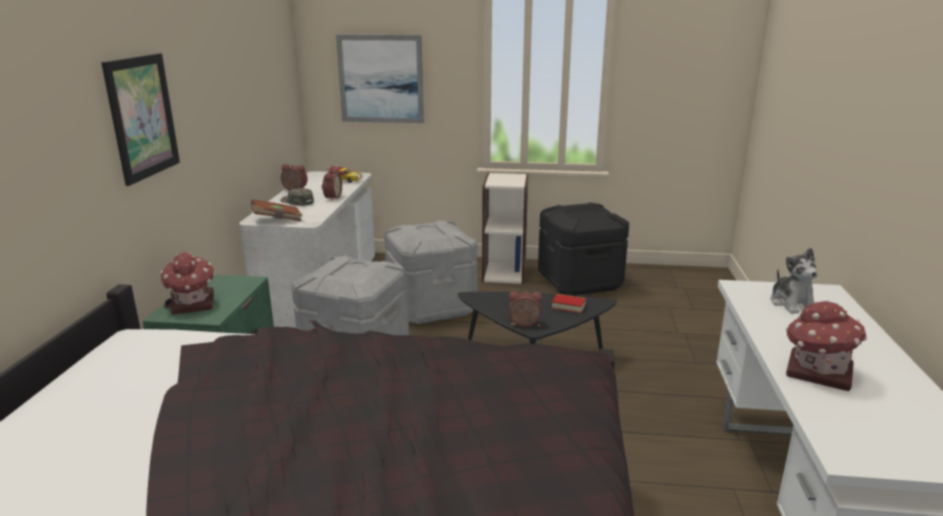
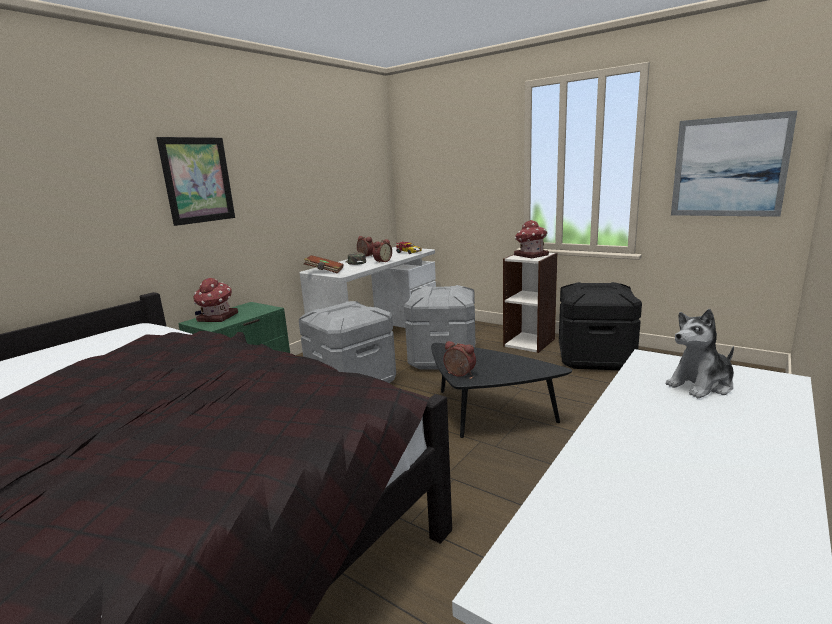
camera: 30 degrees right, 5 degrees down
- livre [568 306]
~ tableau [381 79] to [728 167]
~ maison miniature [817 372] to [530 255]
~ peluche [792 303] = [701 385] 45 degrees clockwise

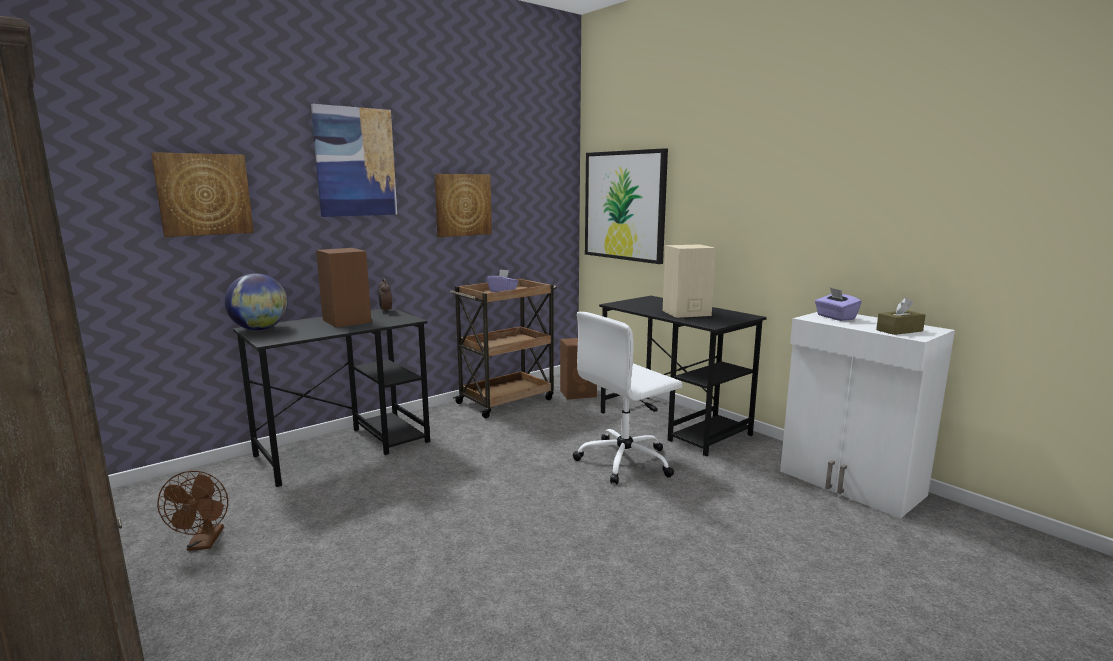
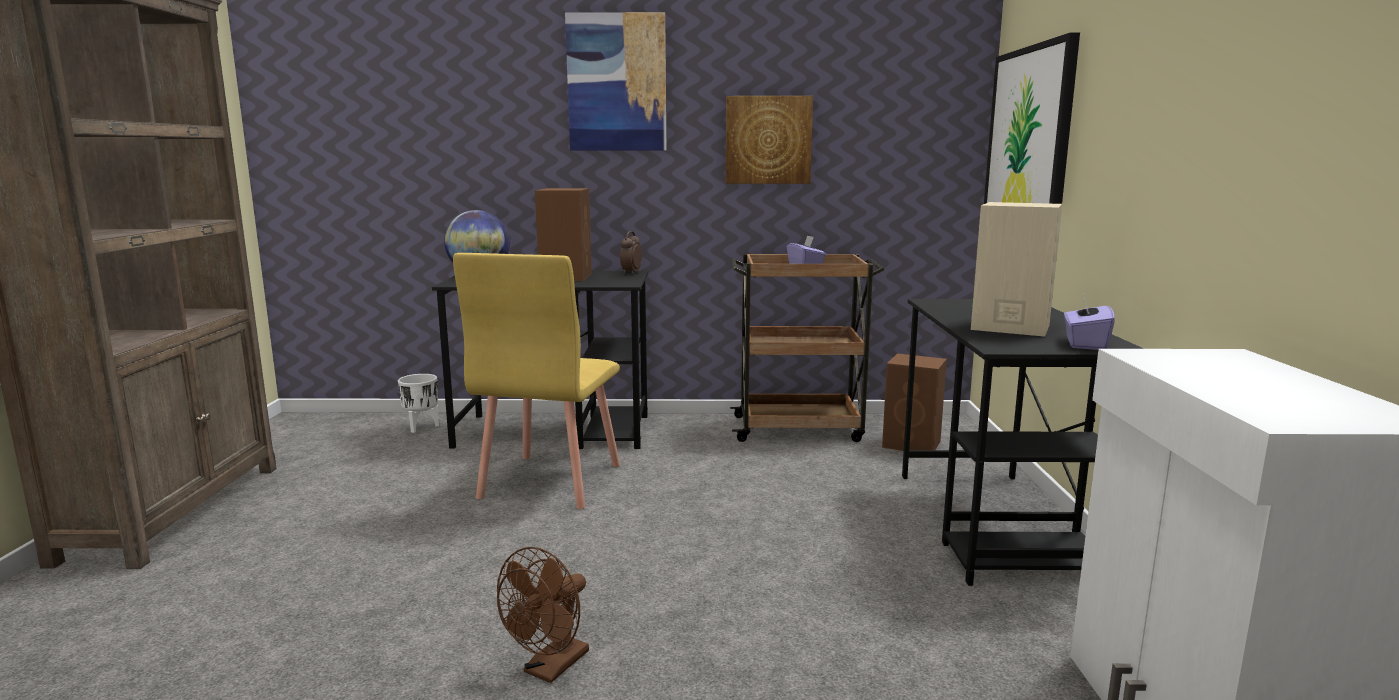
camera: 40 degrees right, 0 degrees up
- tableau [204 194]
- chaise de bureau (blanc) [626 461]
- boîte à mouchoirs (marron) [899 330]
+ cache-pot (blanc) [421 427]
+ chaise (jaune) [549 481]
~ ventilateur (marron) [204 543] to [550 668]
~ boîte à mouchoirs (violet) [835 317] to [1084 344]

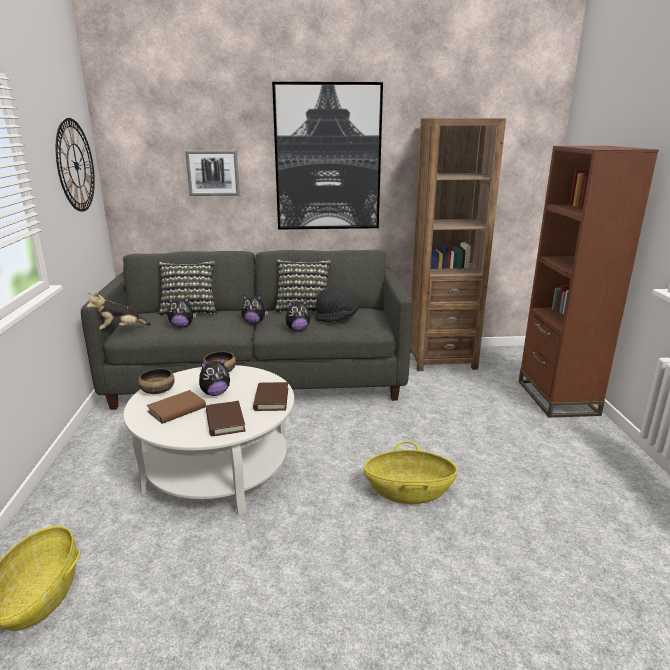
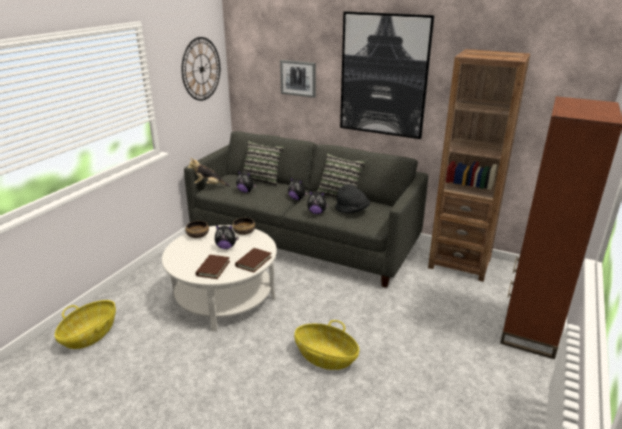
camera: 30 degrees right, 5 degrees up
- livre (marron) [177 409]

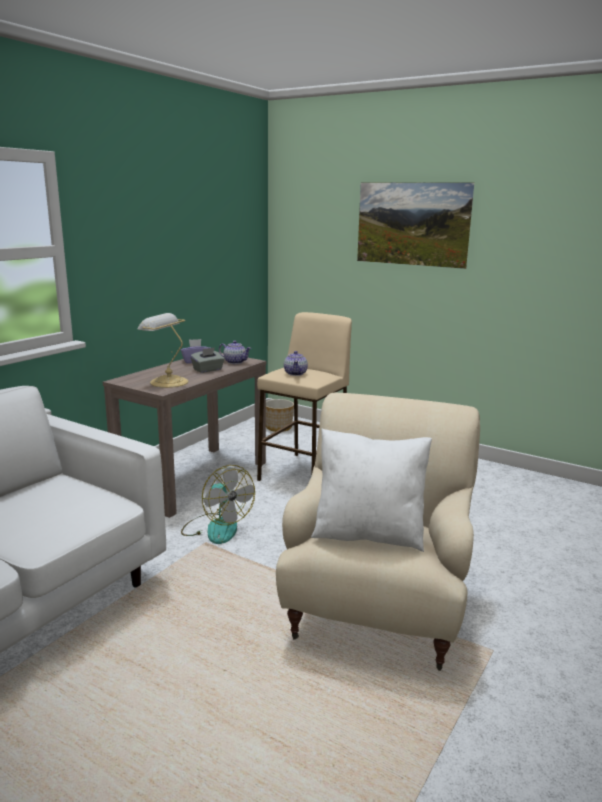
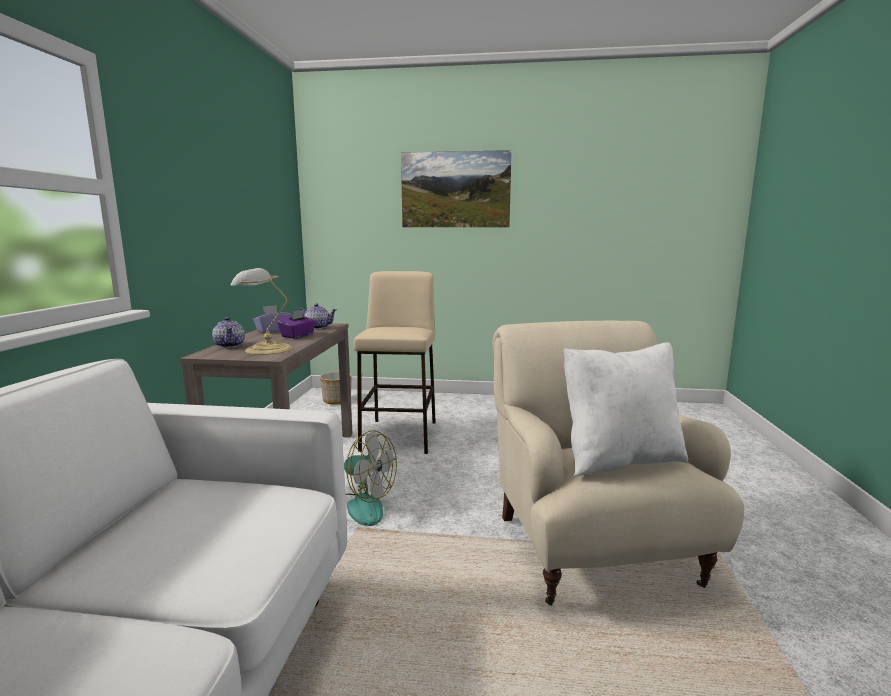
camera: 25 degrees left, 5 degrees down
~ théière [295 373] to [230 345]
~ boîte à mouchoirs (gris) [208 370] to boîte à mouchoirs (violet) [298 335]

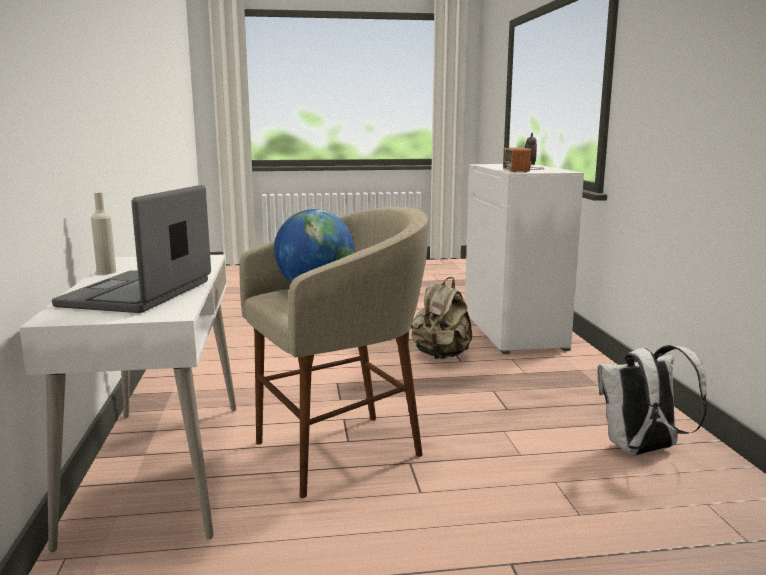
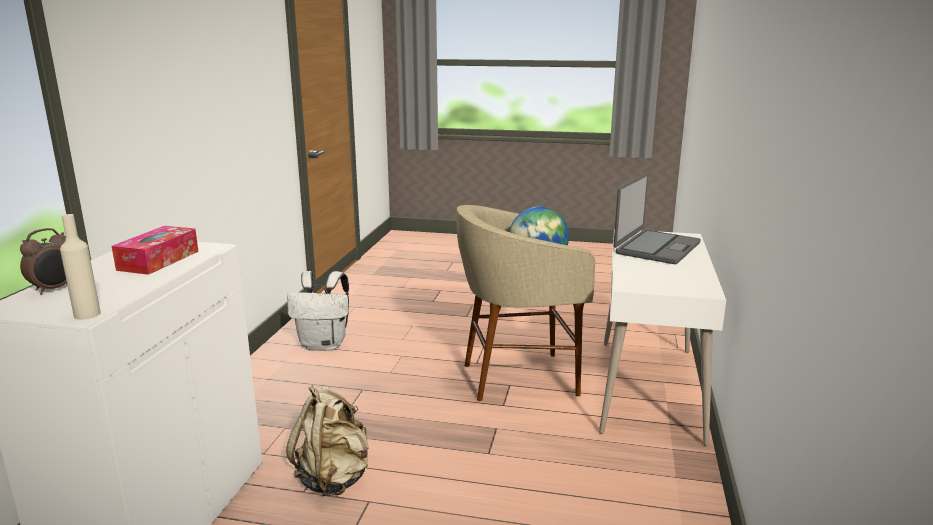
camera: 160 degrees left, 5 degrees up
~ bouteille (beige) [106 272] to [87 314]
~ radio [524 169] to boîte à mouchoirs [158 260]

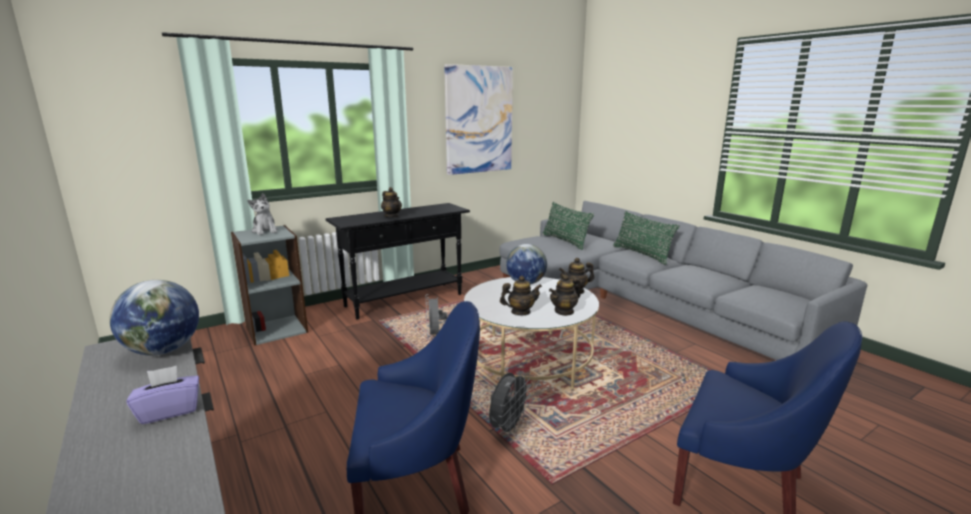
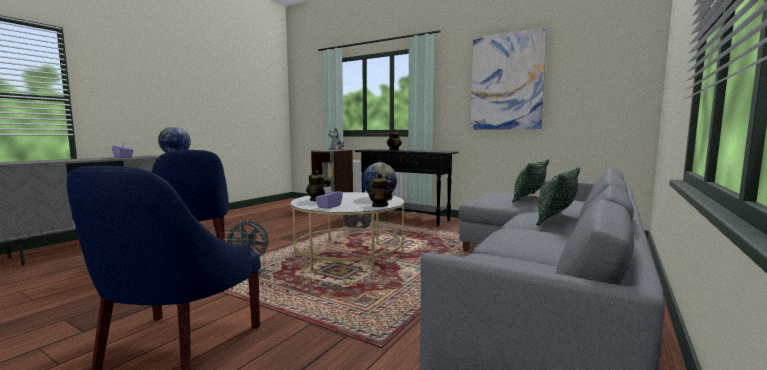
camera: 65 degrees right, 10 degrees down
~ théière [564 311] to boîte à mouchoirs (violet) [329 206]

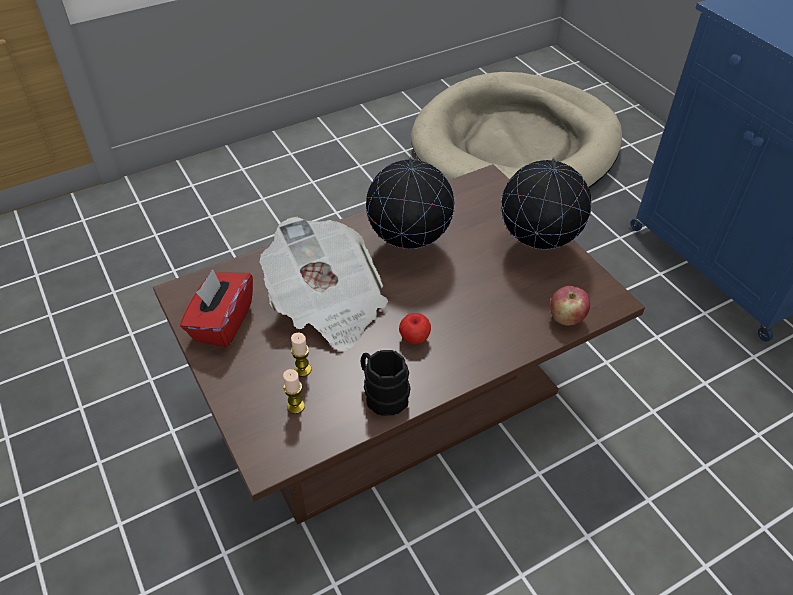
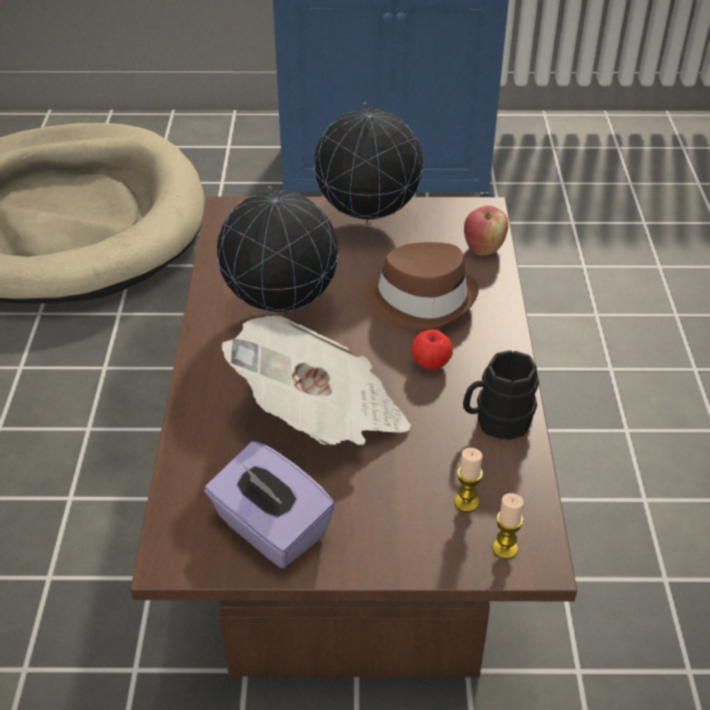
camera: 60 degrees left, 5 degrees down
+ chapeau (marron) [421 300]
~ bougie [302 370] to [505 549]
~ boîte à mouchoirs (rouge) [222 322] to boîte à mouchoirs (violet) [270 529]

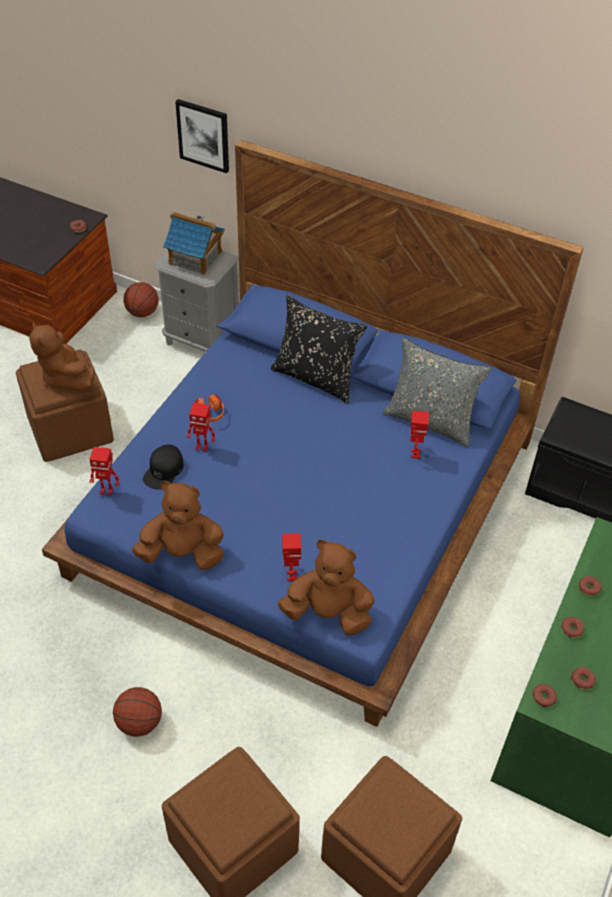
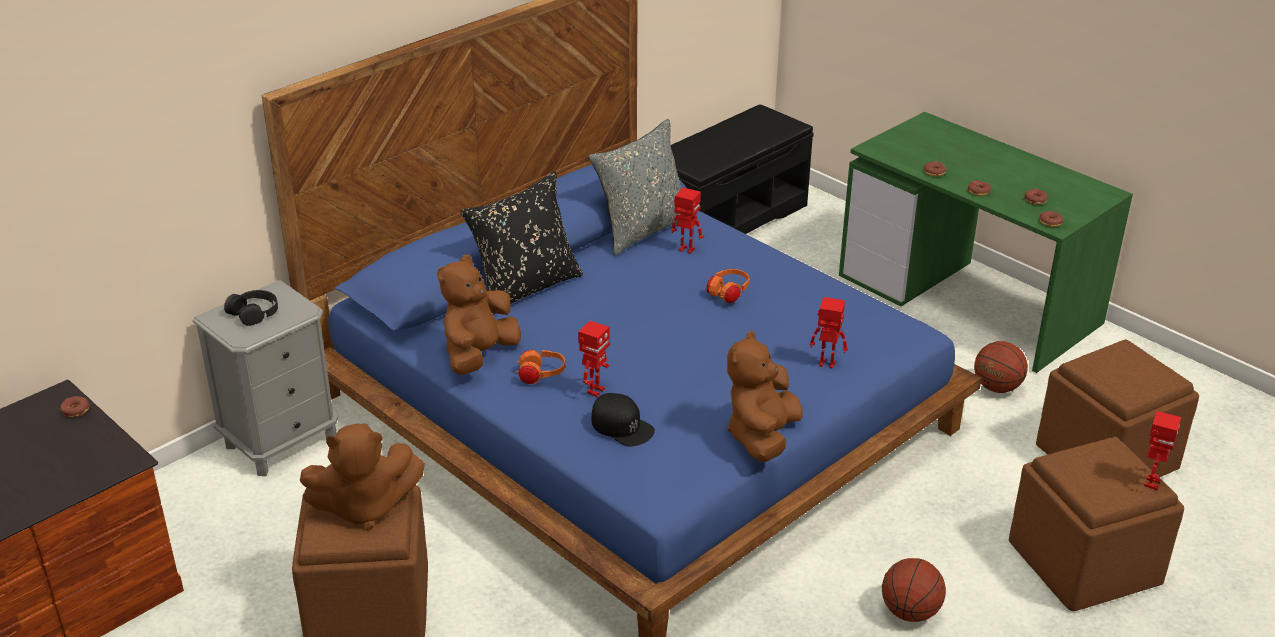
camera: 70 degrees left, 15 degrees down
- tableau [203 135]
+ casque audio (orange) [728 294]
~ robot jouet [107 491] to [1151 483]
~ ballon de basket [142 312] to [996 387]
~ peluche (marron) [328 613] to [479 356]
~ maison miniature [195 258] to casque audio (noir) [254 312]

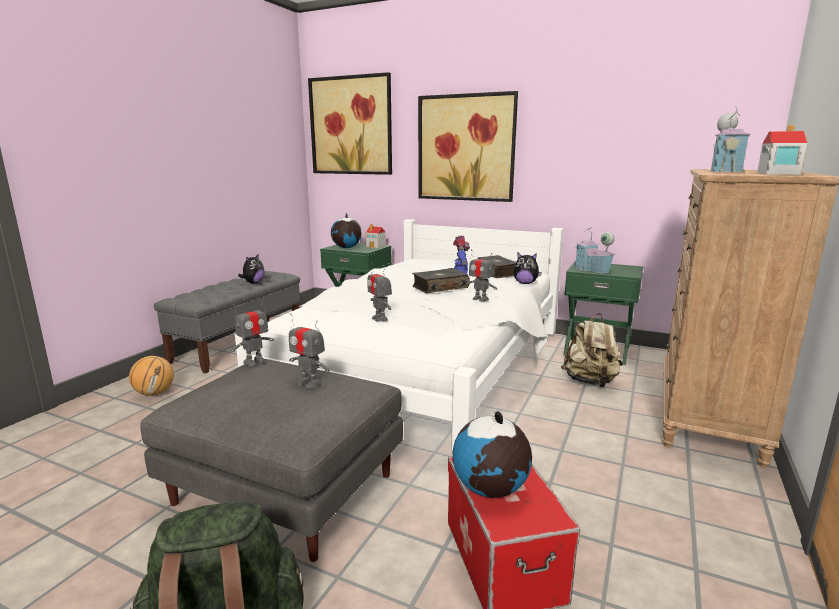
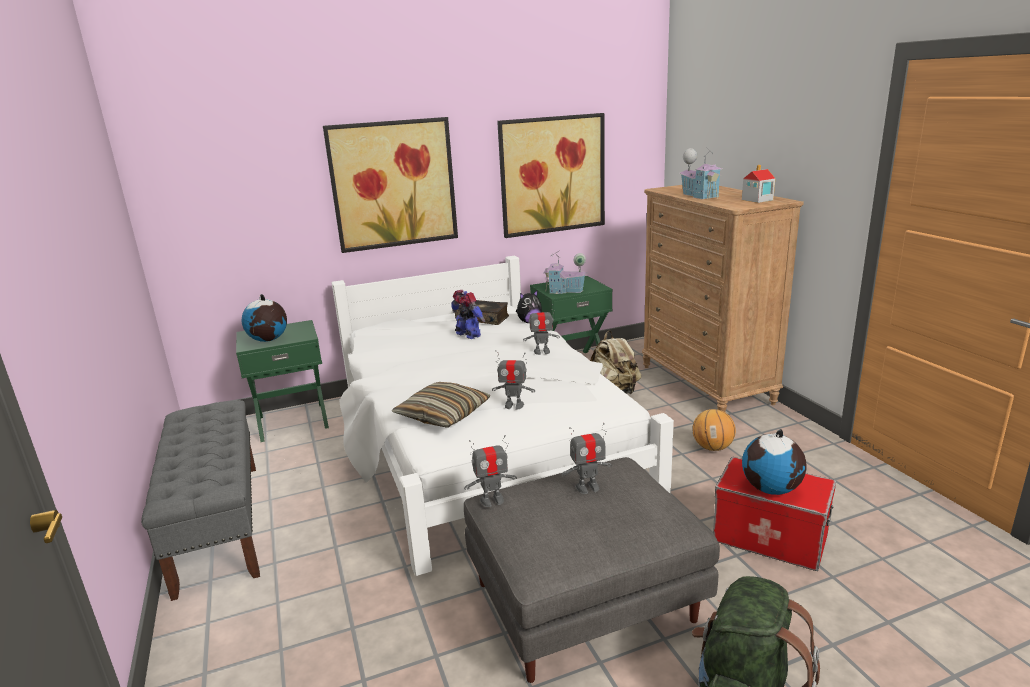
camera: 45 degrees left, 5 degrees up
- peluche [253 283]
- maison miniature [376 246]
- livre [439 287]
+ coussin [443 414]
~ ballon de basket [155 393] to [712 447]
~ tableau [351 126] to [552 175]
~ robot jouet [254 361] = [492 500] 75 degrees clockwise

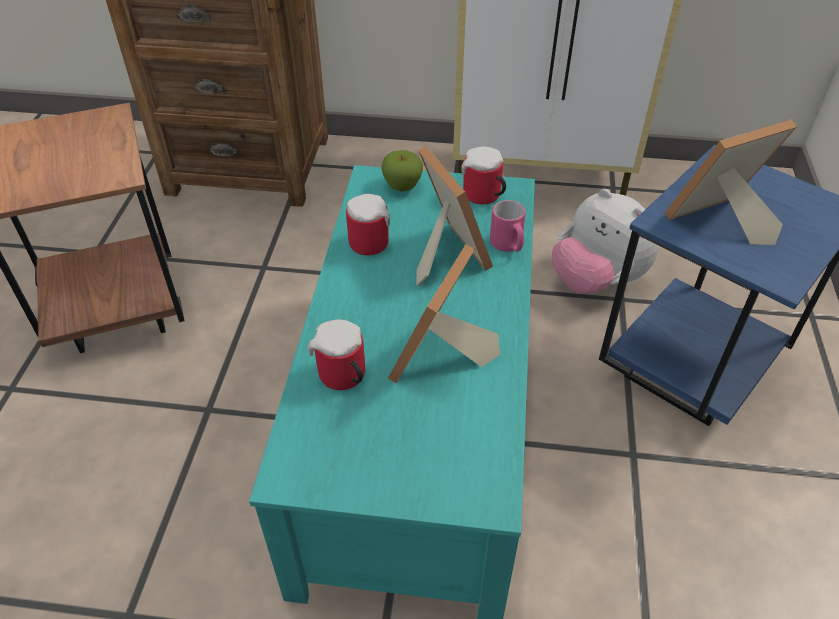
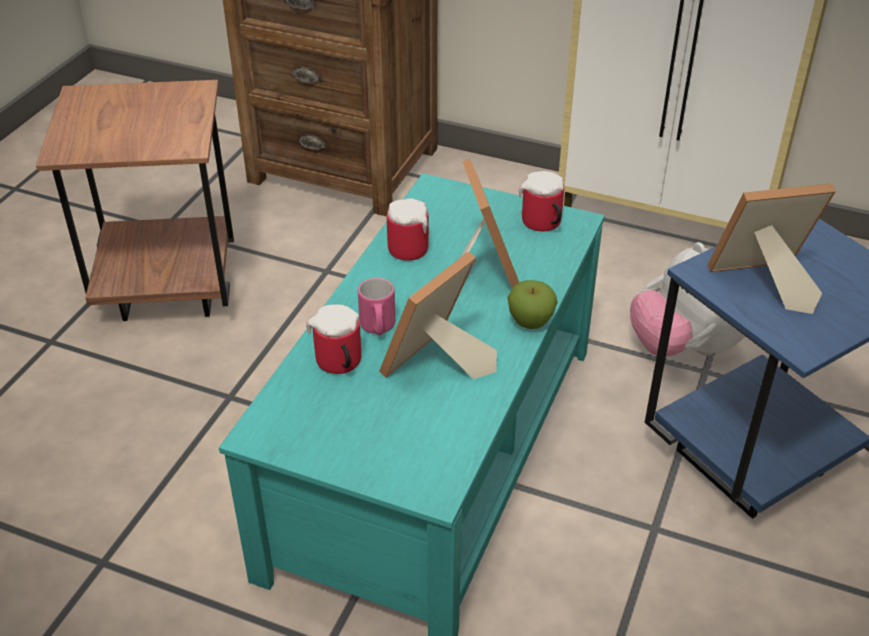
camera: 15 degrees right, 5 degrees down
~ pomme [402 186] to [530 322]
~ mug (rose) [508 246] to [378 328]

